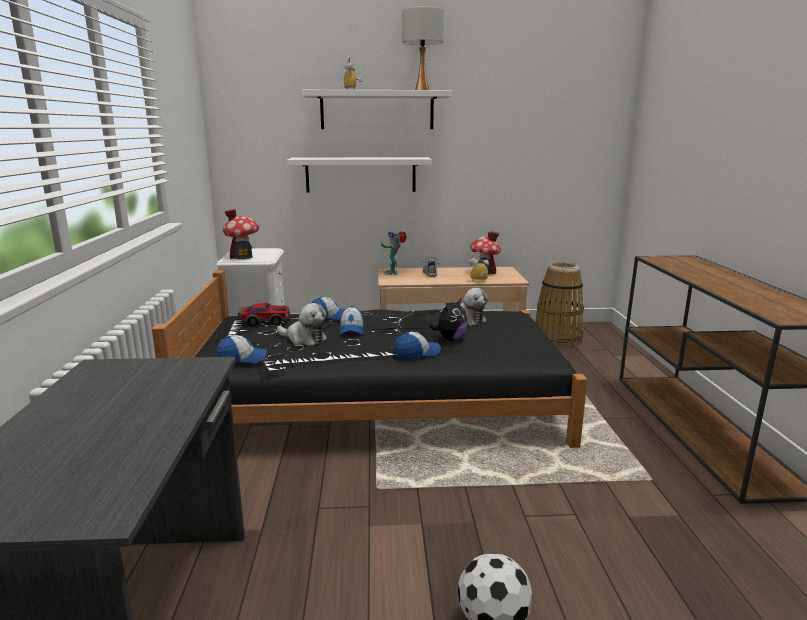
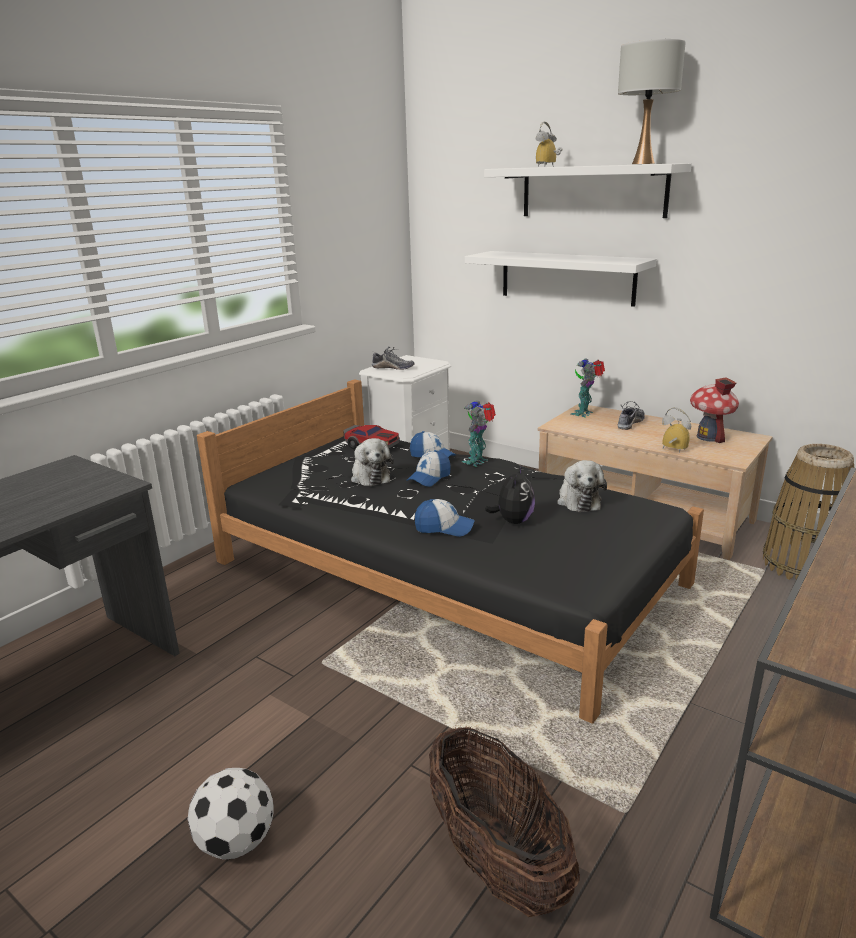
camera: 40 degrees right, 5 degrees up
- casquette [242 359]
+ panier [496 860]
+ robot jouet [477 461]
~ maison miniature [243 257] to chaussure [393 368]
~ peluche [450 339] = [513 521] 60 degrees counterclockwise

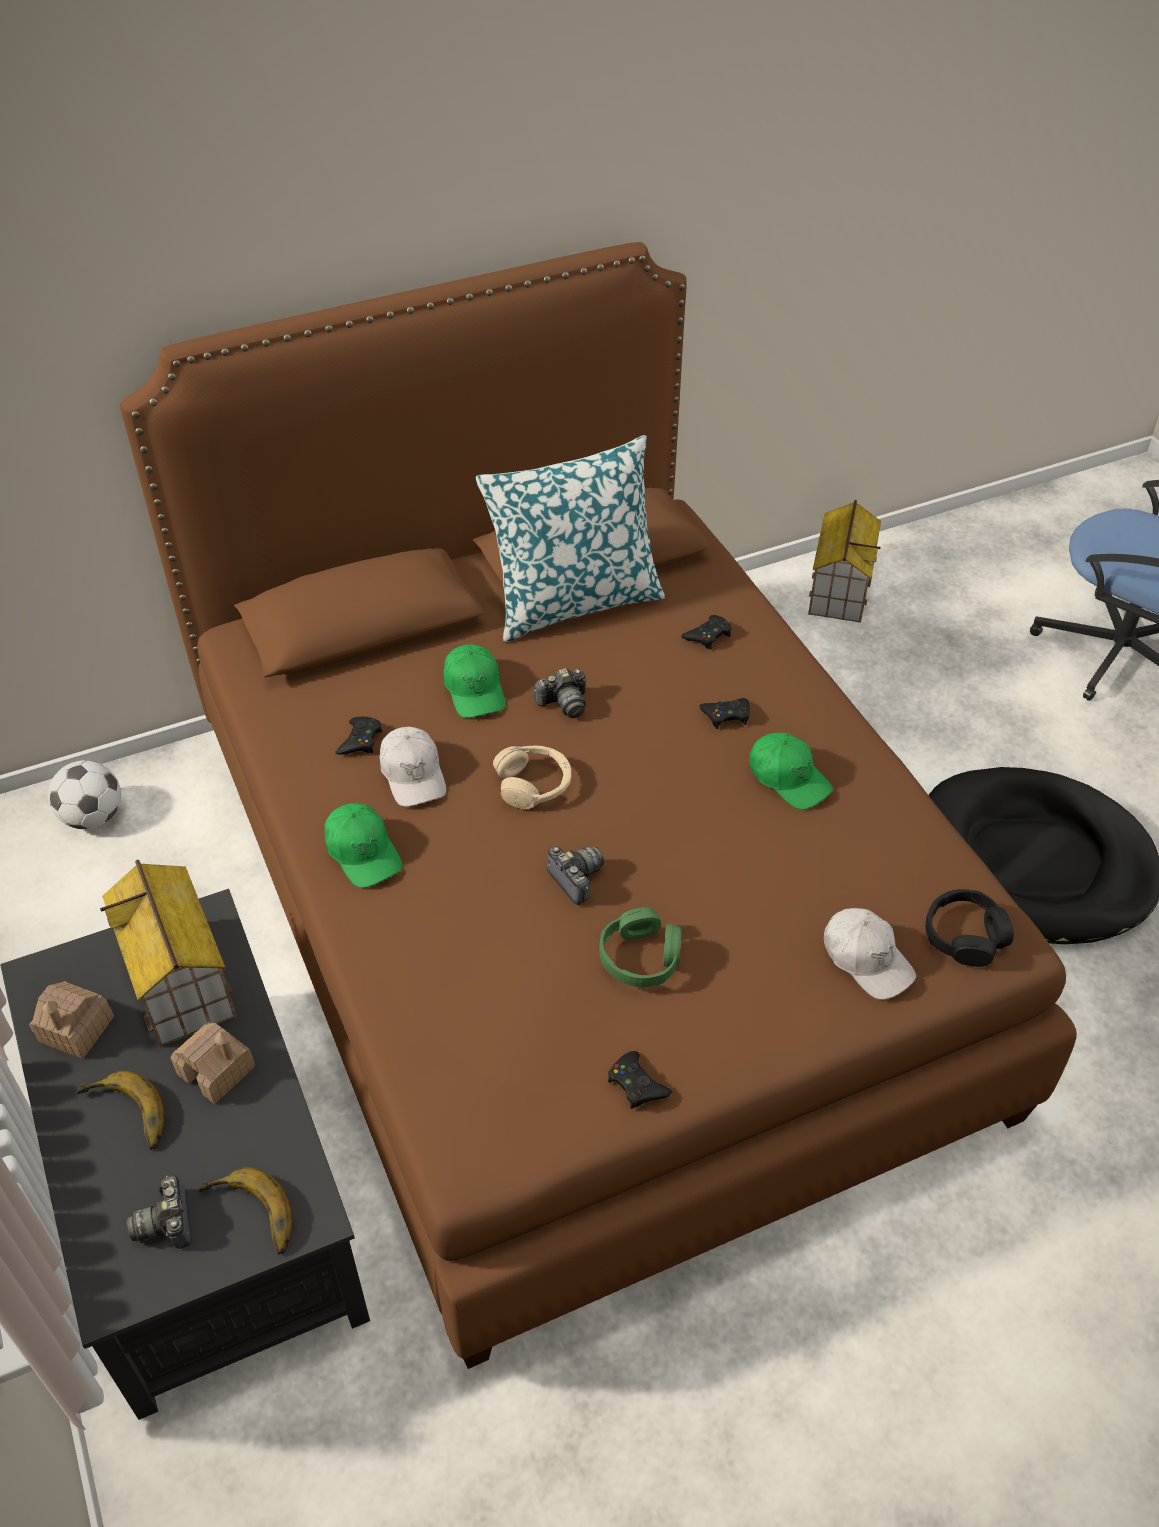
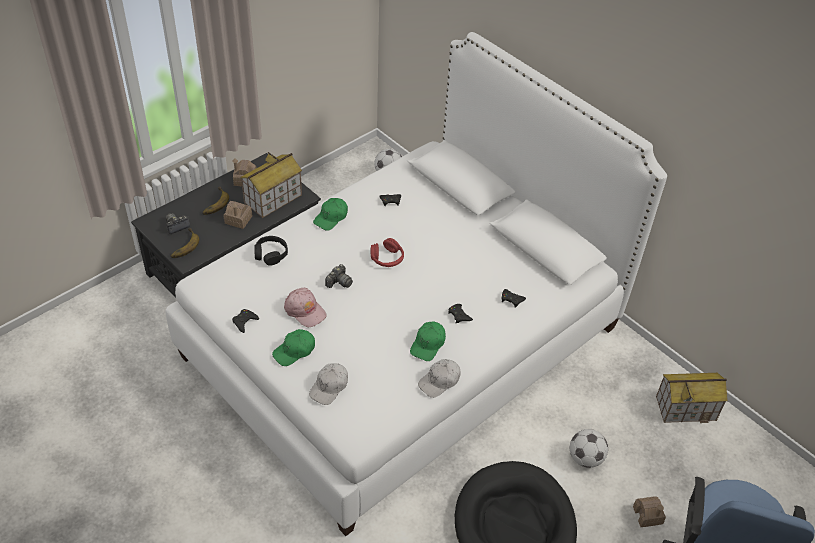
camera: 70 degrees right, 0 degrees up
- coussin [574 602]
- appareil photo [564 703]
+ ballon de foot [585 458]
+ maison miniature [647 515]
~ casquette (blanc) [413 774] to [439 381]
~ casquette (vert) [474 689] to [294 351]
~ casque audio (noir) [965 936] to [270 254]
~ casque audio (vert) [641 957] to casquette (rose) [305 310]
~ lit (marron) [577 911] to lit (blanc) [403 341]
~ casque audio (beige) [534 784] to casque audio (rouge) [387 258]

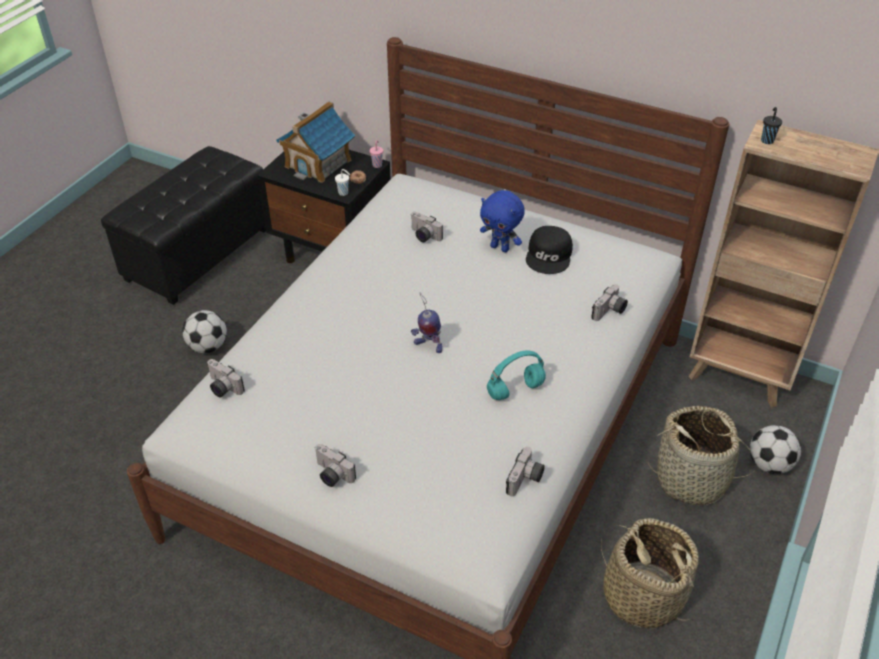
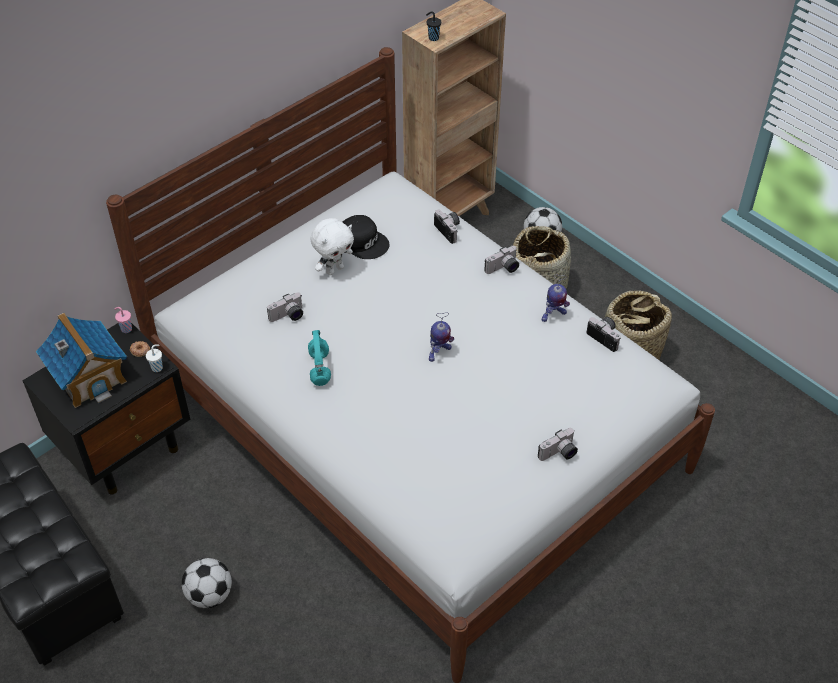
camera: 70 degrees left, 5 degrees up
+ robot jouet [553 315]
~ appareil photo [222 388] to [503 269]
~ casque audio (turquoise) [515 390] to [320 369]
~ peluche (bleu) [500 247] to peluche (blanc) [334 269]

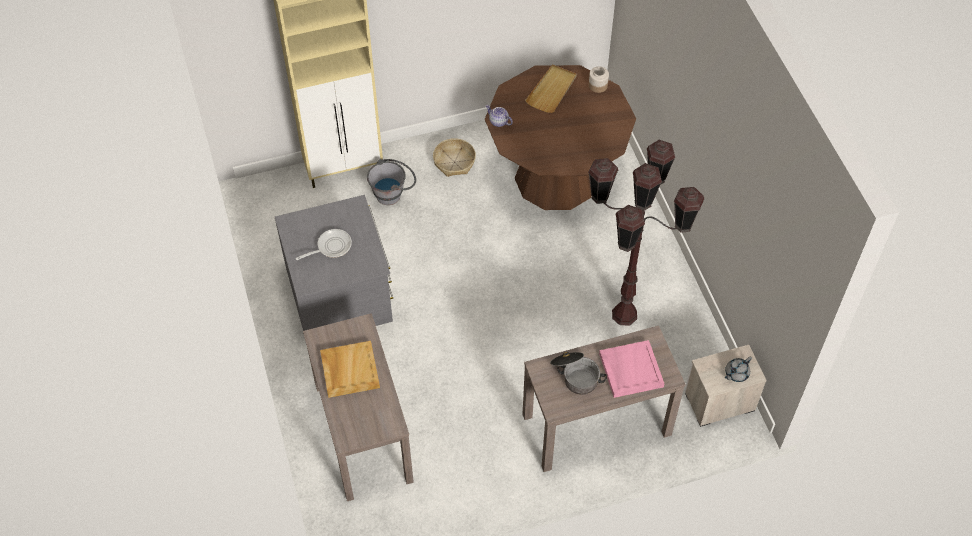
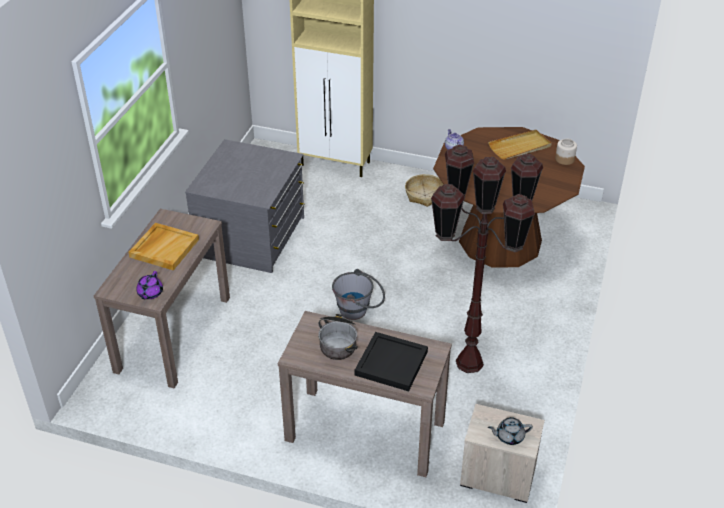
camera: 35 degrees right, 15 degrees down
- poêle [331 247]
+ théière (violet) [150 293]
~ seau (gris) [393 193] to [359 311]
~ plateau (rose) [630 370] to plateau (noir) [391 363]

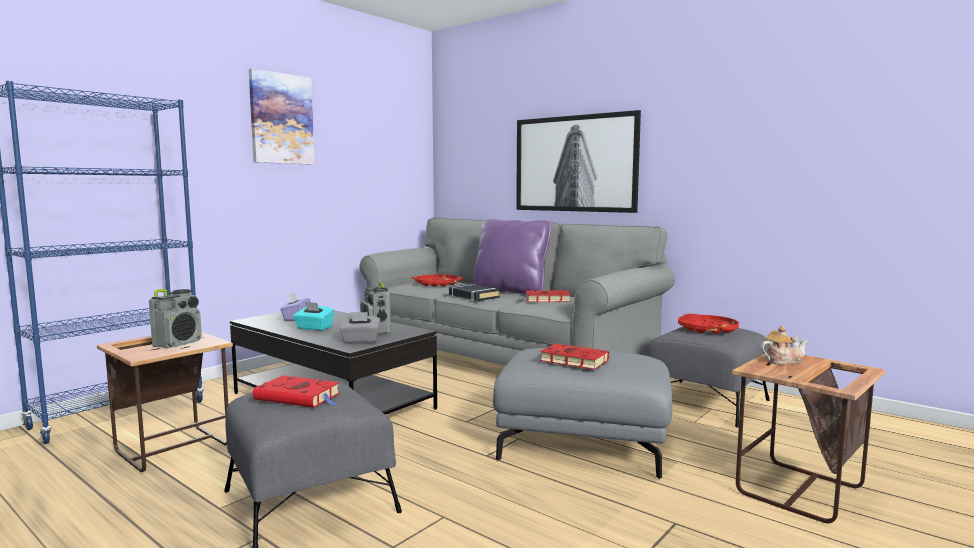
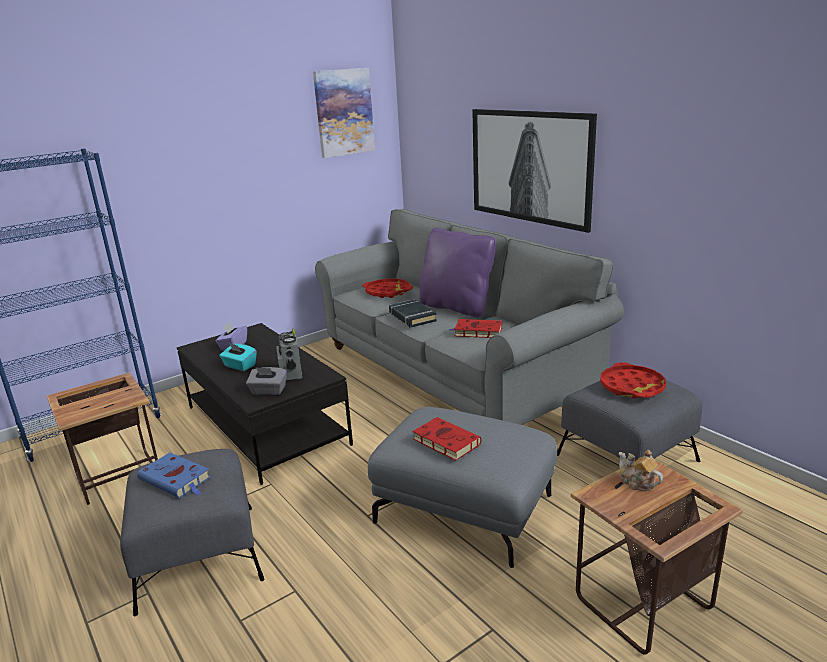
camera: 15 degrees right, 15 degrees up
- radio [178 343]
~ tableau [281 119] to [344 112]
~ livre (rouge) [299 397] to livre (bleu) [176 479]
~ théière [782 361] = [637 482] 135 degrees counterclockwise

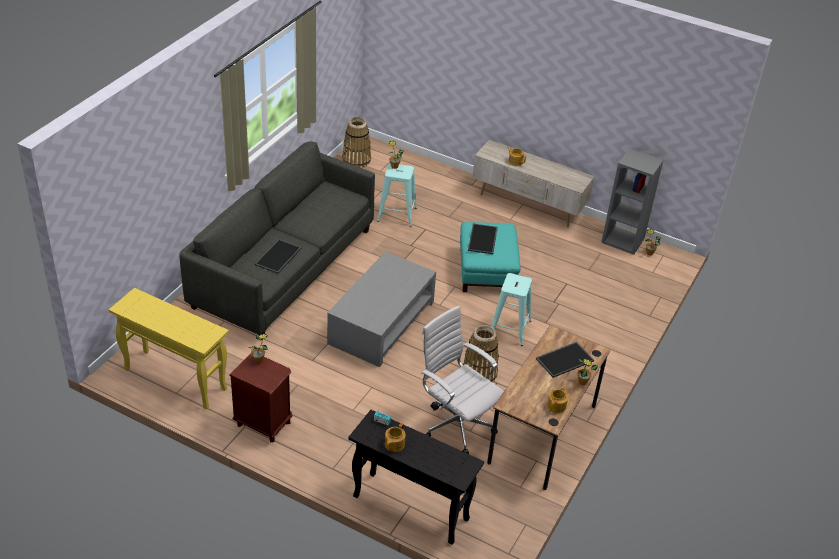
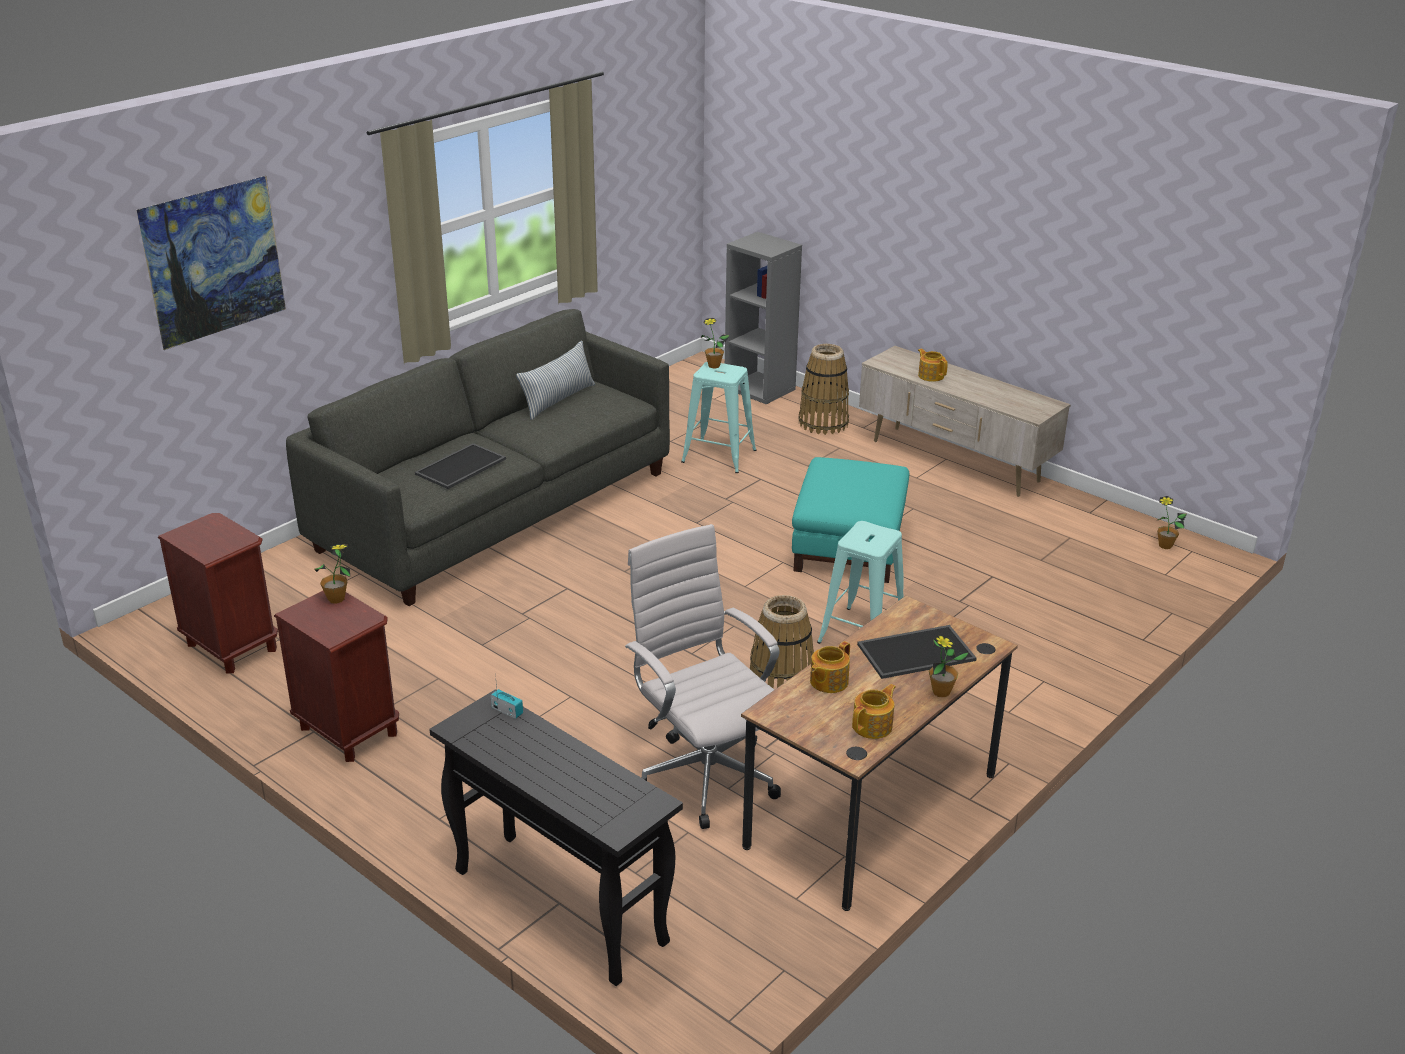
camera: 15 degrees right, 10 degrees down
- table basse (gris) [381 323]
- plateau [483 239]
+ tableau [220 296]
+ coussin [558 400]
~ panier [356 160] to [823 423]
~ théière [394 444] to [828 682]
~ bibliothèque (gris) [623 240] to [760 388]
~ table console (jaune) [174 379] to table de chevet (marron) [231 647]

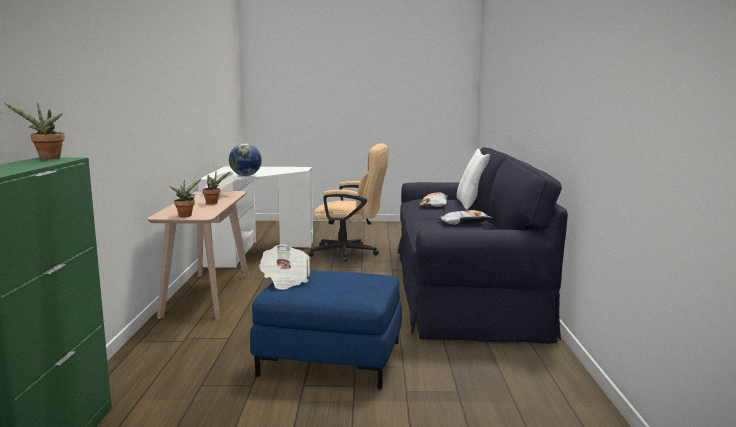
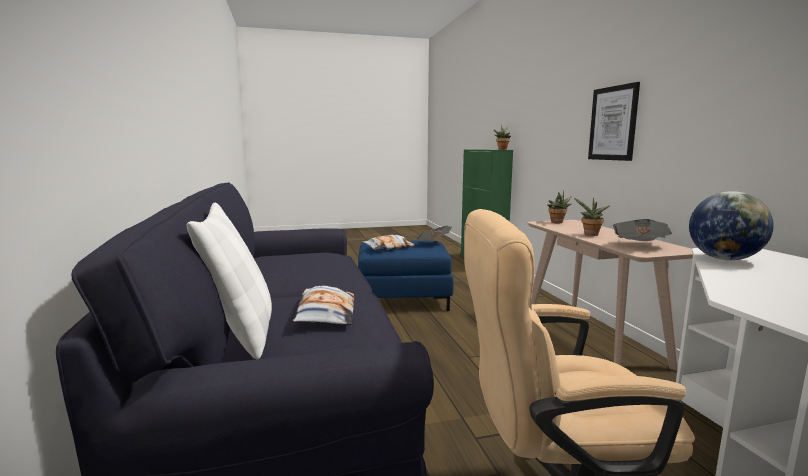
camera: 165 degrees right, 0 degrees up
+ tableau [613 123]
~ coussin [464 223] to [389 247]

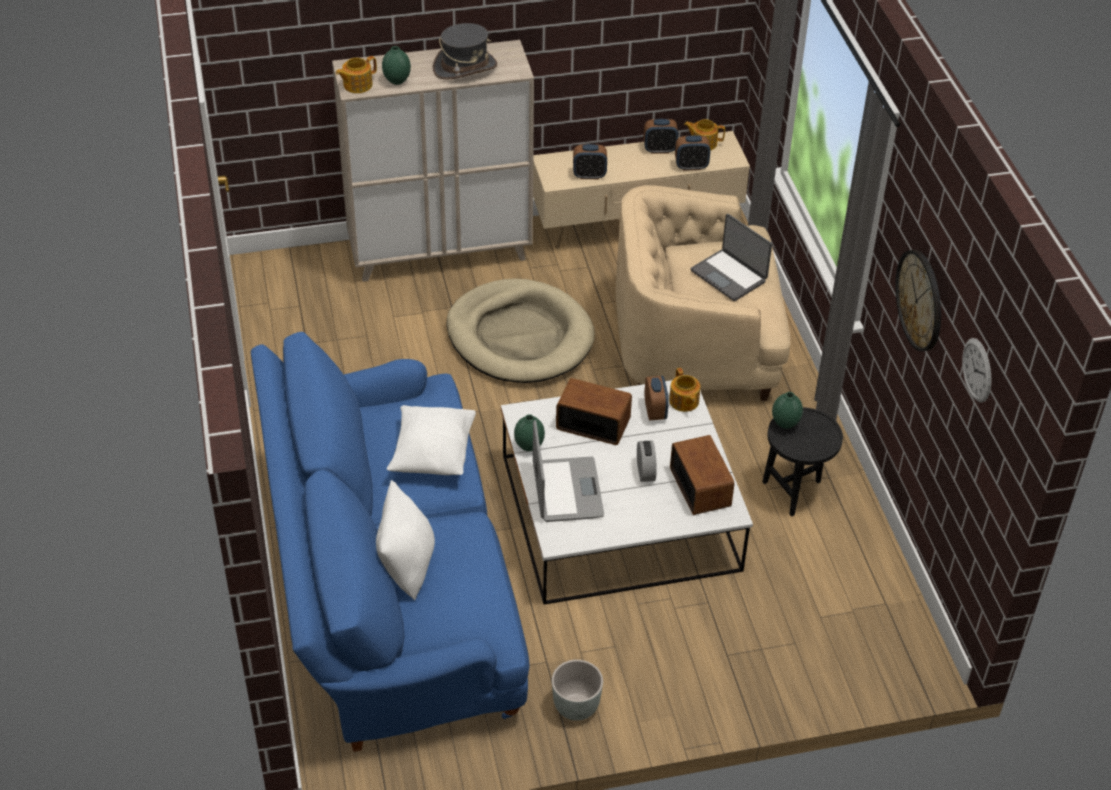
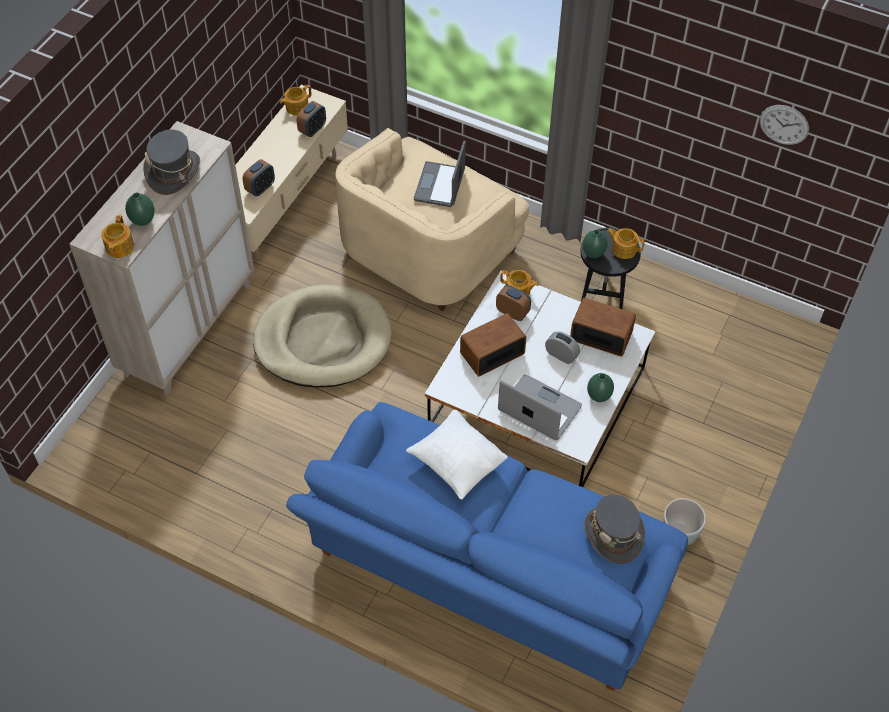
camera: 50 degrees left, 10 degrees up
- coussin (blanc) [407 565]
- réveil [659 149]
- horloge murale [920 300]
+ chapeau (gris) [613 534]
+ théière [623 249]
~ vase (vert) [529 446] to [598 396]
~ ordinateur portable [729 275] = [440 185] 105 degrees clockwise

